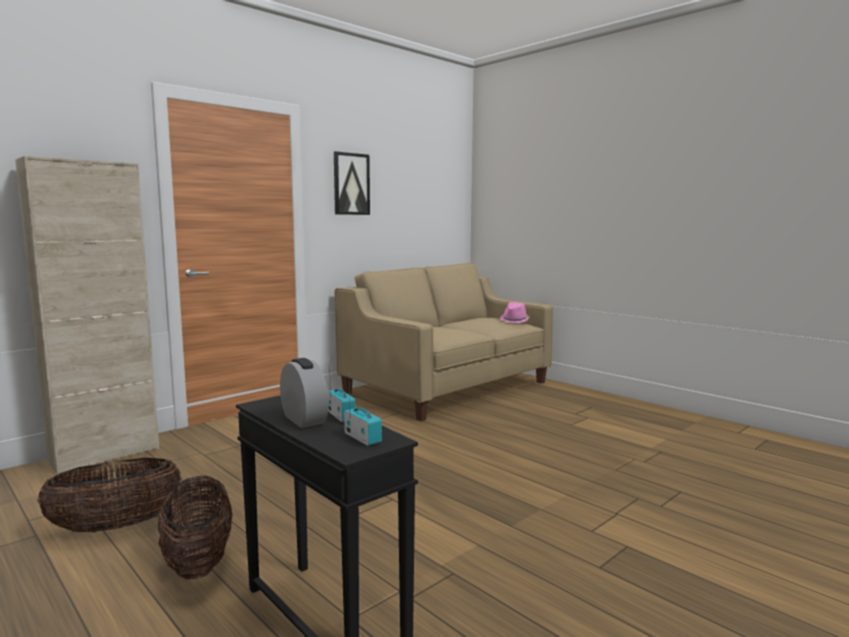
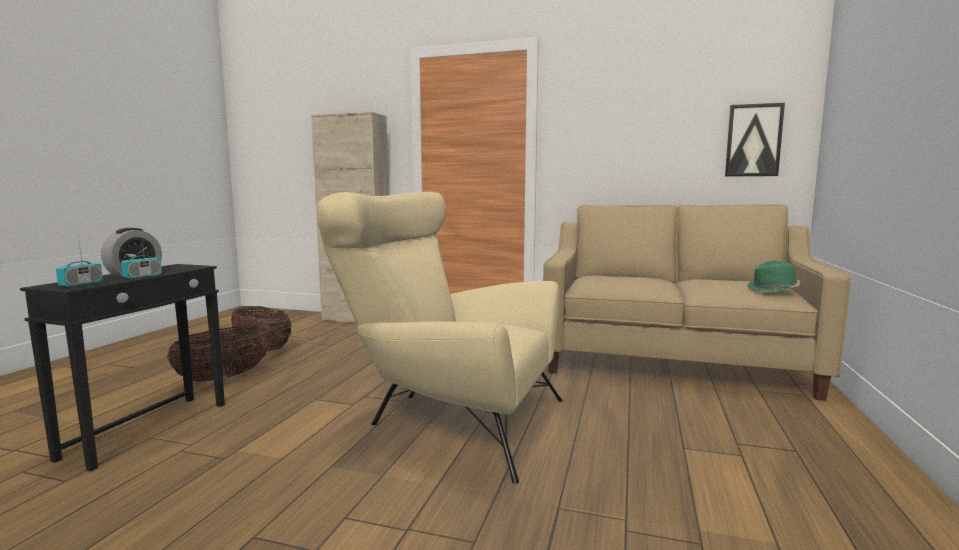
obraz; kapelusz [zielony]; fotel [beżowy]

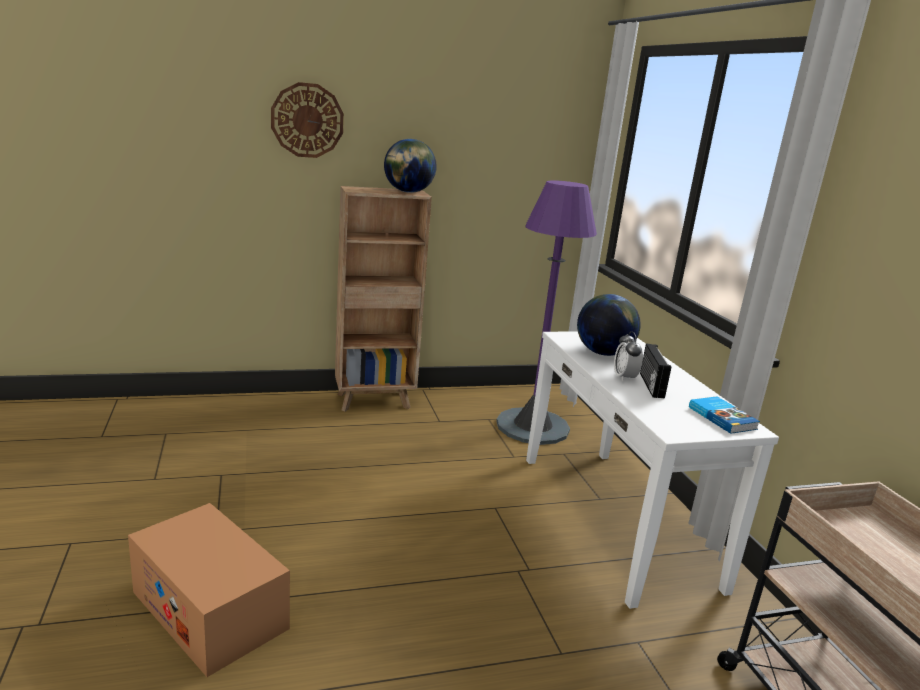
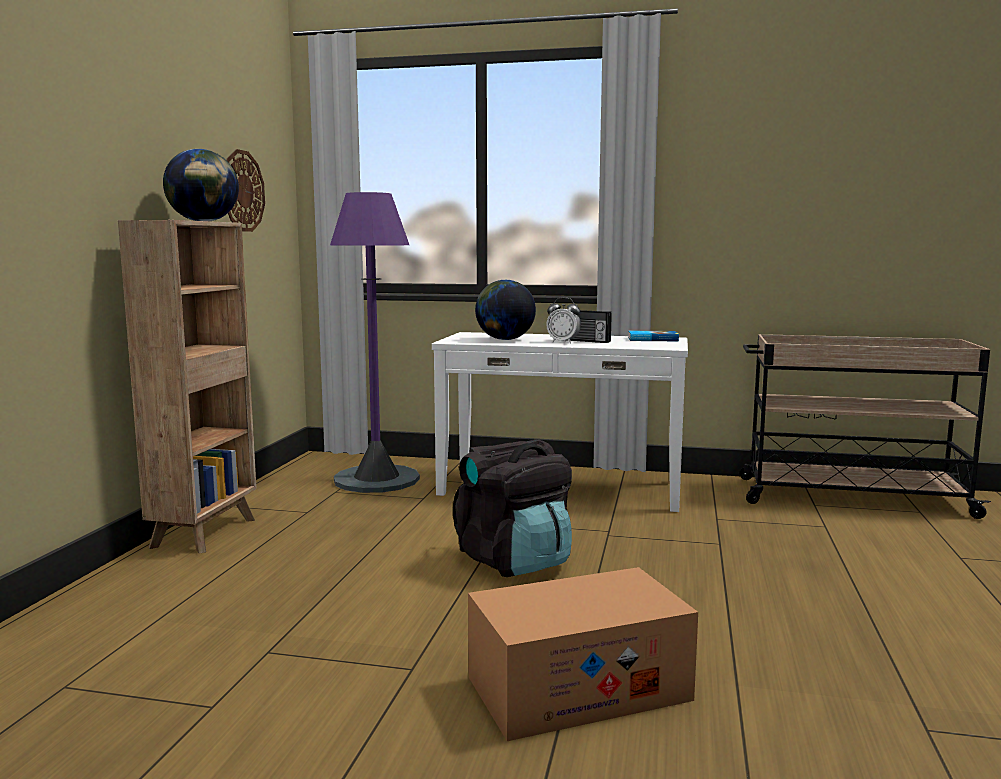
zegar ścienny; plecak [czarny]

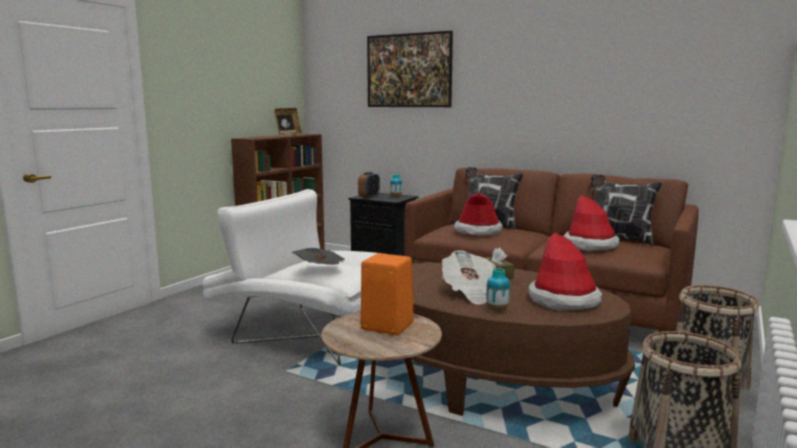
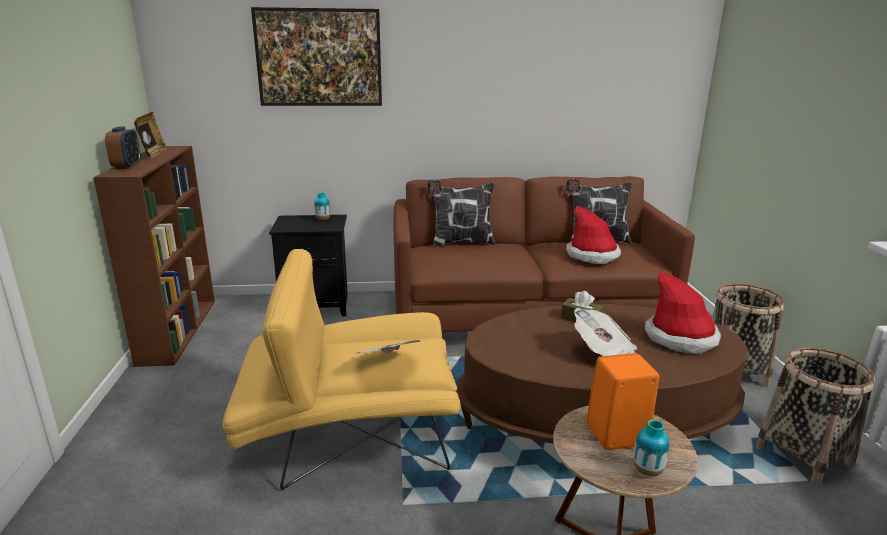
budzik; fotel [żółty]; kapelusz (no. 1 from left in the first image); wazon (no. 2 from left)

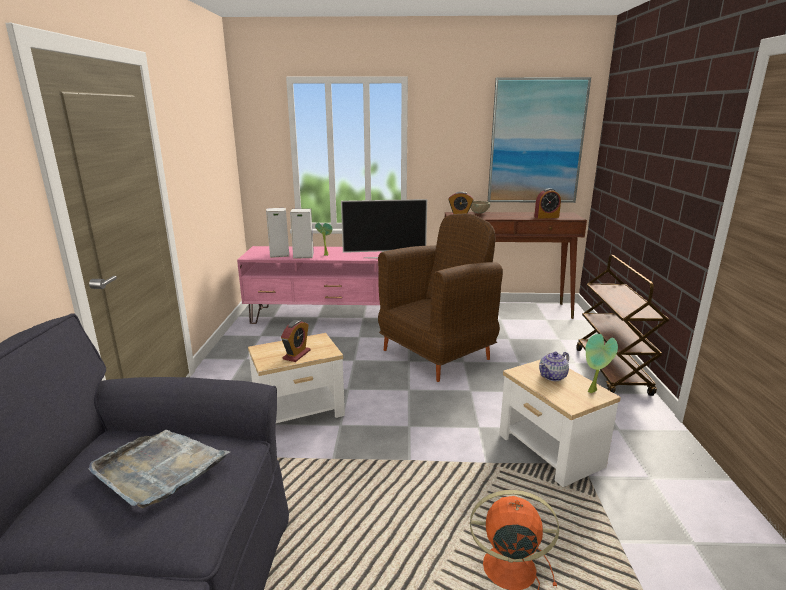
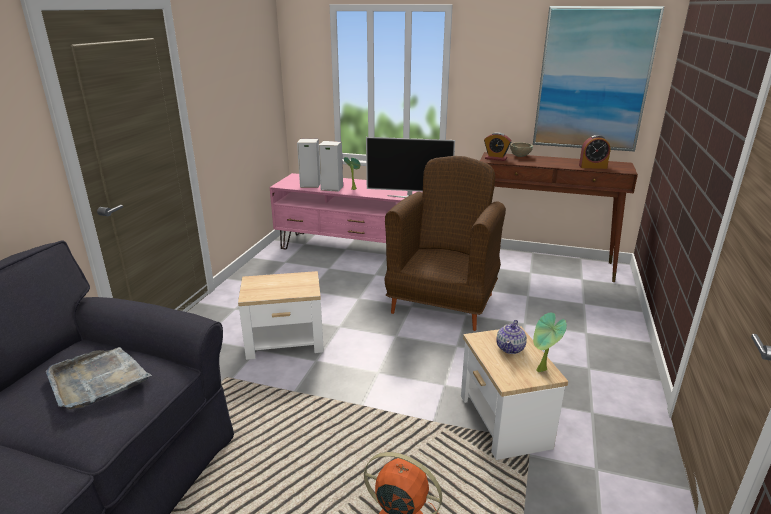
fotel [brązowy]; wózek [brązowy]; budzik (no. 1 from left in the first image); imbryk

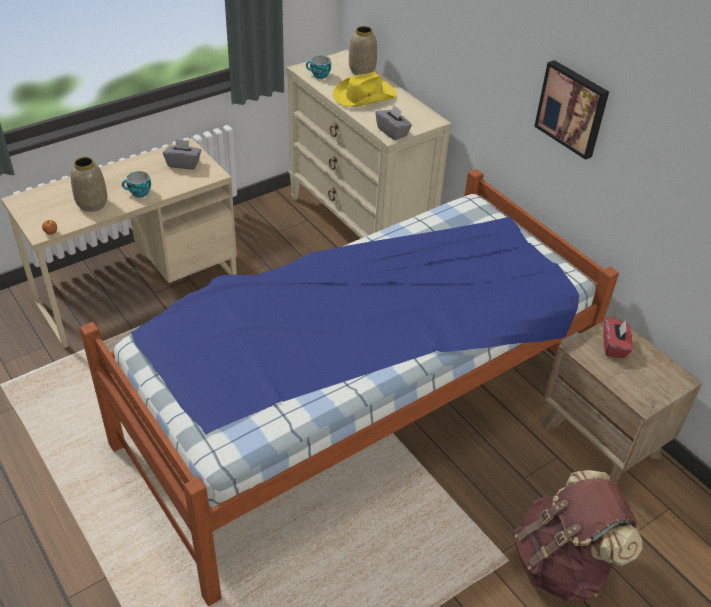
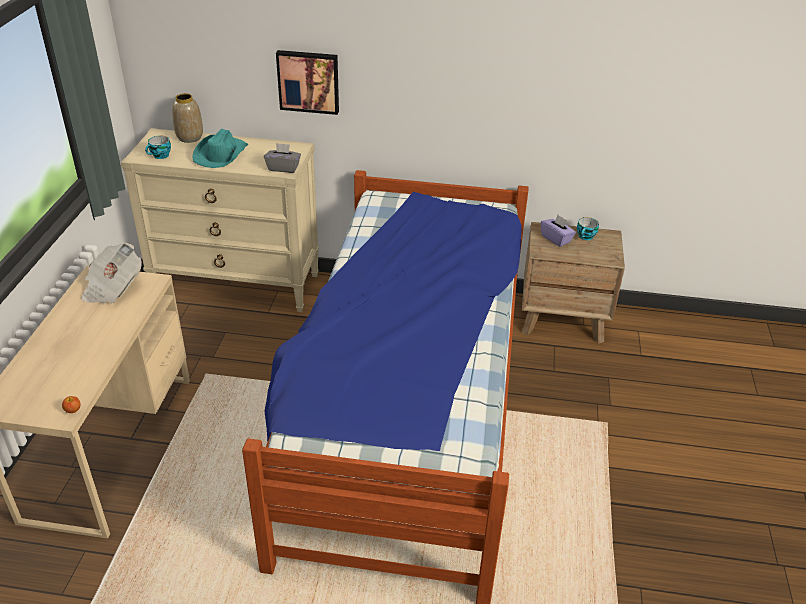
obraz; kapelusz [turkusowy]; gazeta; wazon (no. 1 from left in the first image); filiżanka (no. 2 from left); pudełko chusteczek [fioletowy]; plecak [brązowy]

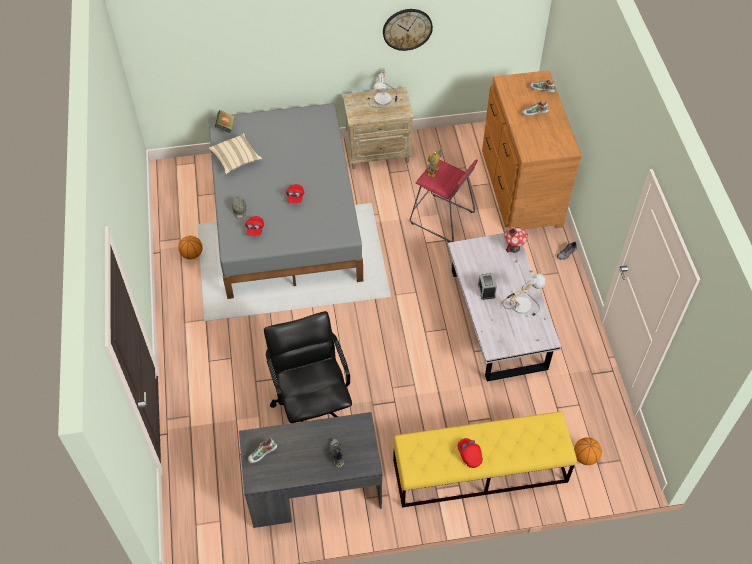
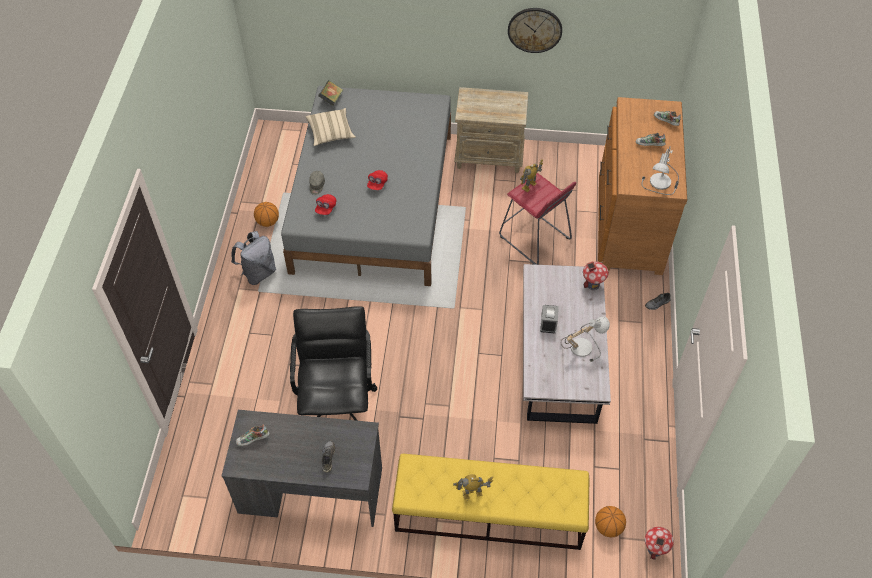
lampa stołowa (no. 2 from left); robot zabawkowy (no. 1 from left); plecak [szary]; domek (no. 2 from left)

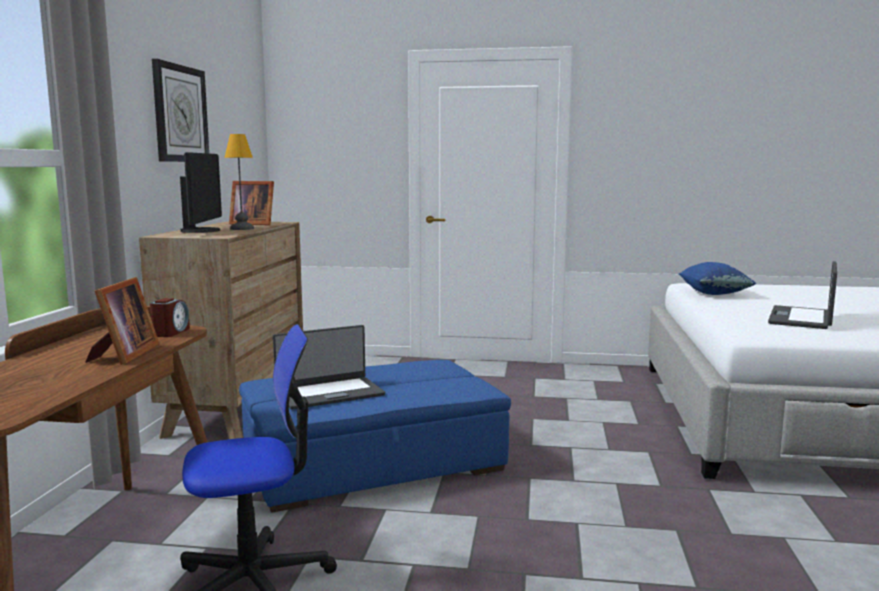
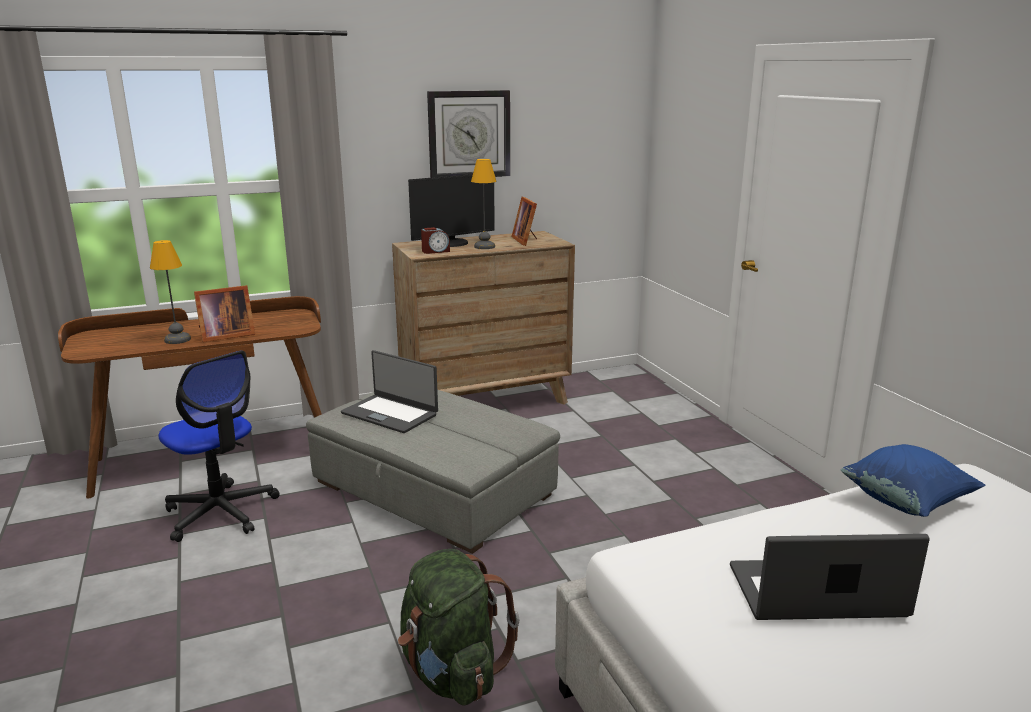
budzik; pufa [szary]; lampa stołowa (no. 1 from left); plecak [zielony]

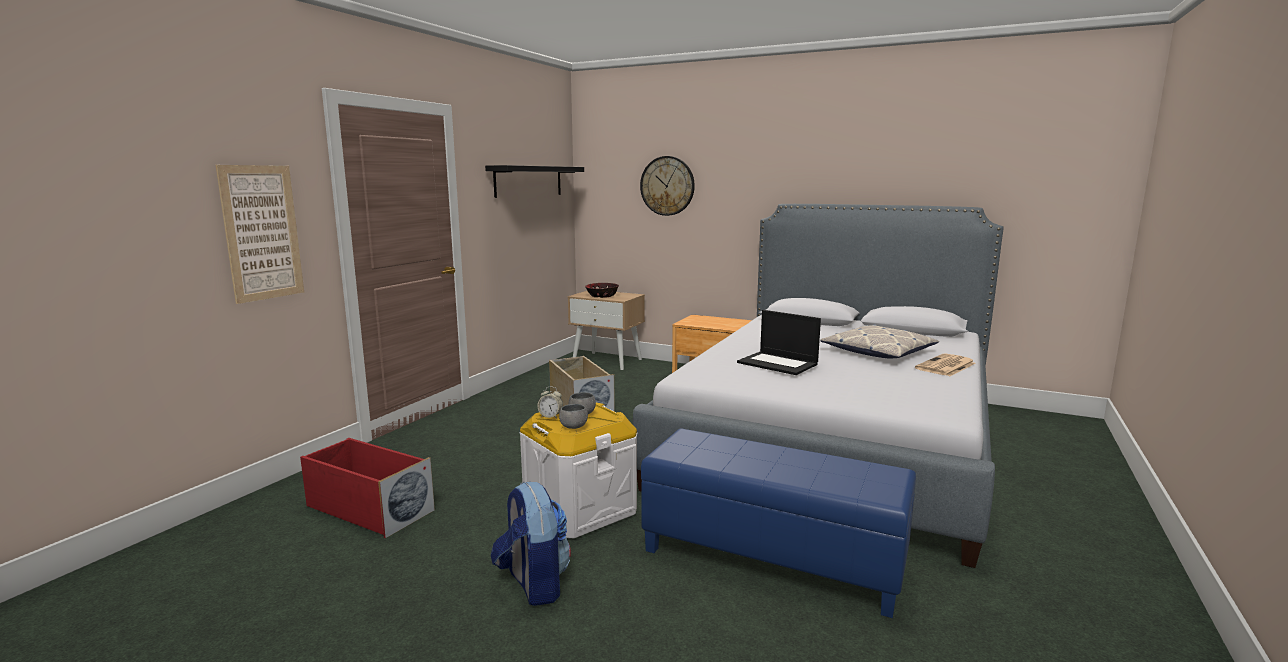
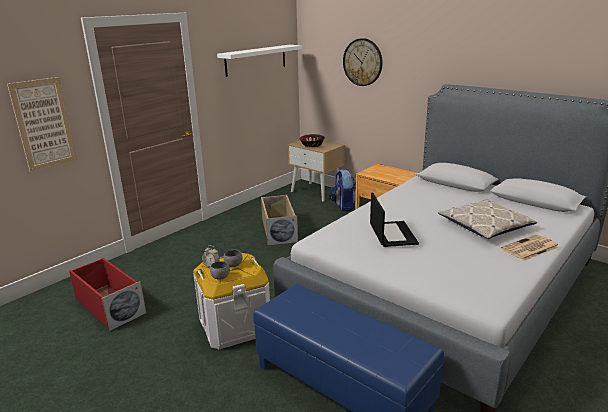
półka [biały]; laptop; plecak

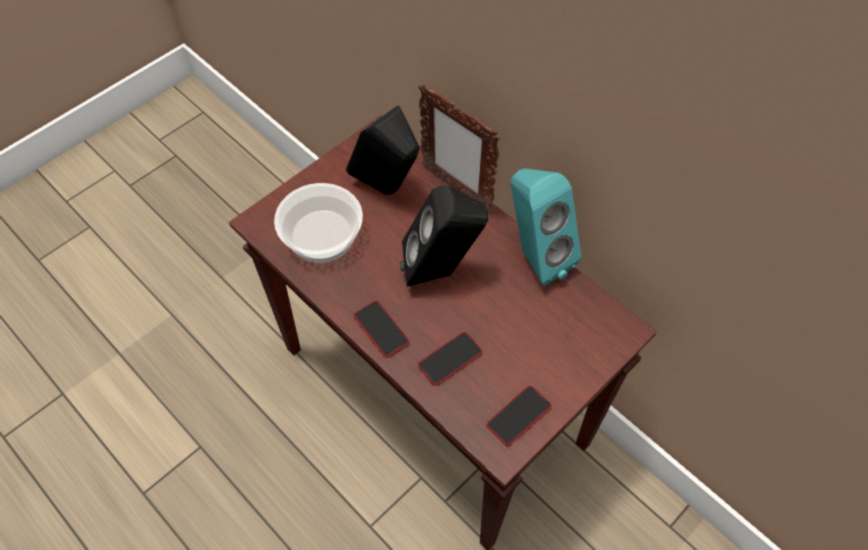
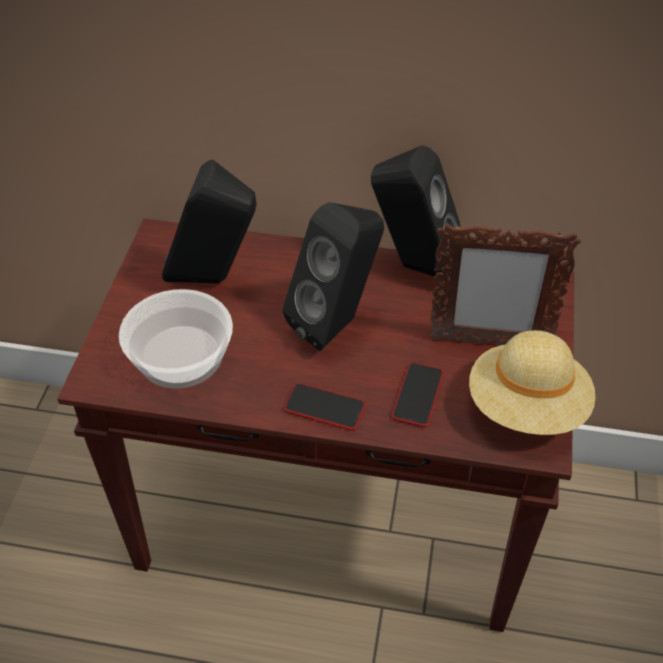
ramka na zdjęcie; głośnik [czarny] (no. 3 from left); kapelusz [beżowy]

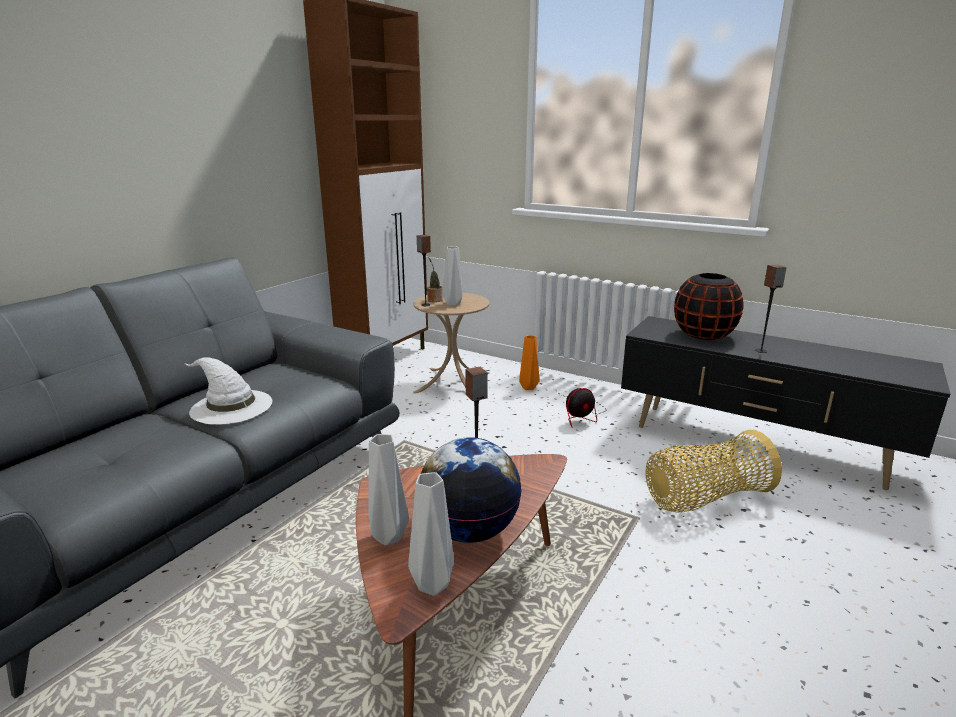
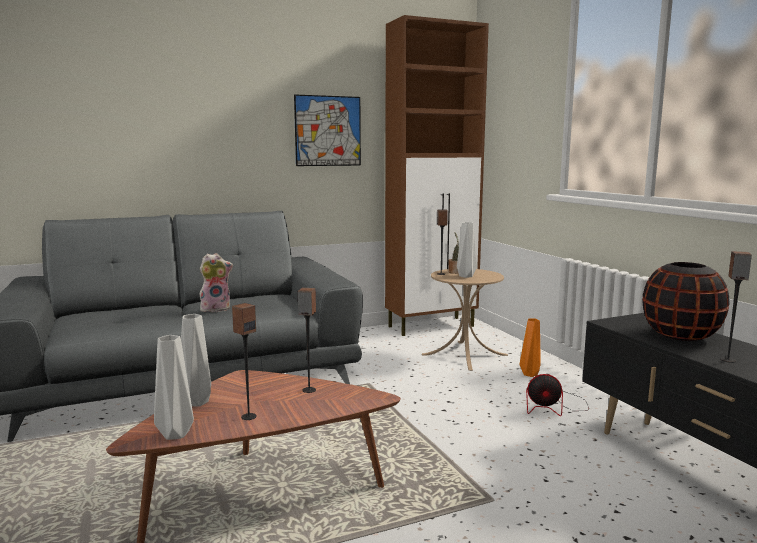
pluszak; koszyk; głośnik (no. 1 from left); obraz

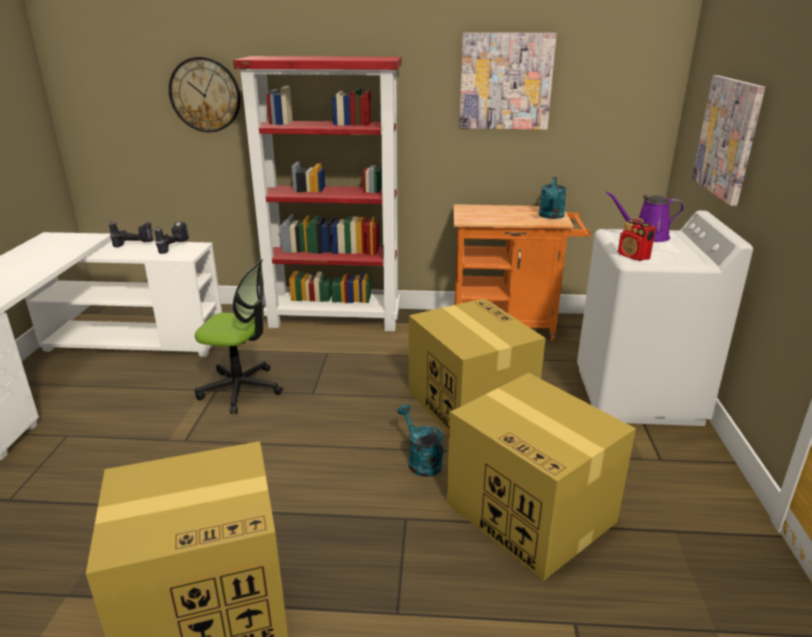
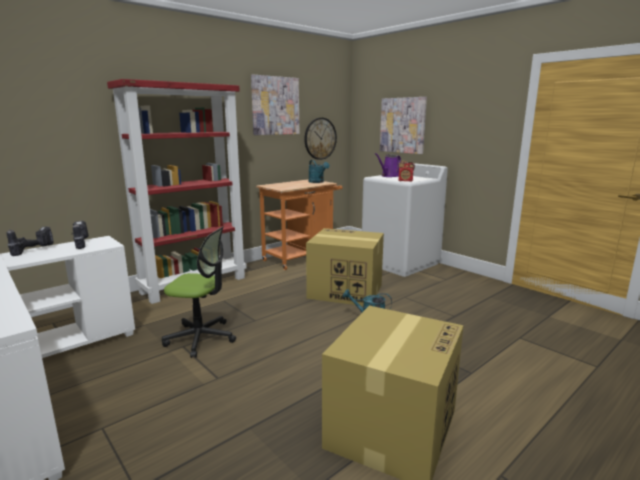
zegar ścienny; krzesło biurowe; karton (no. 3 from left in the first image)

